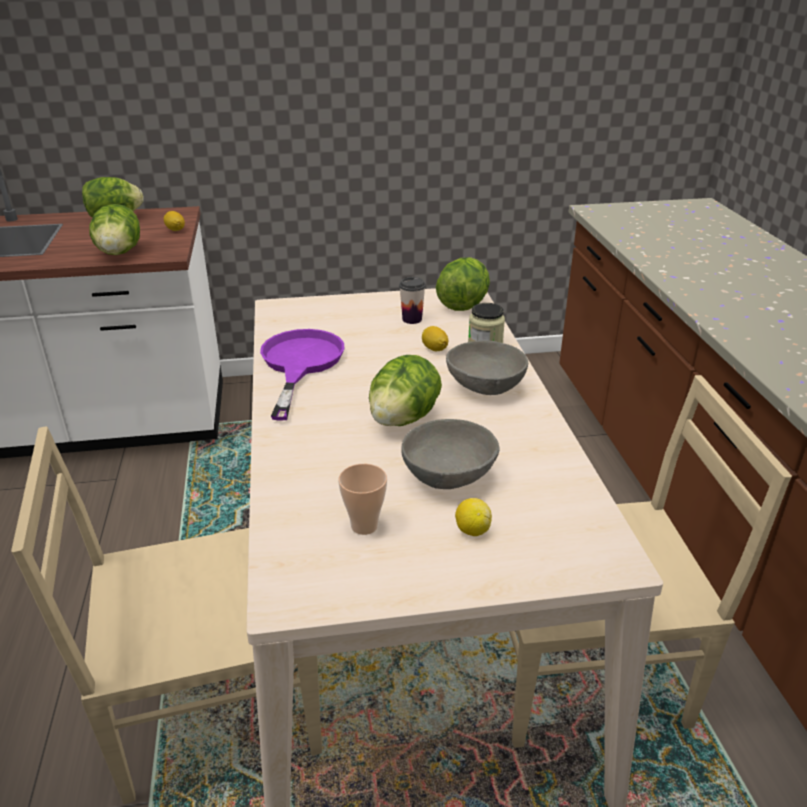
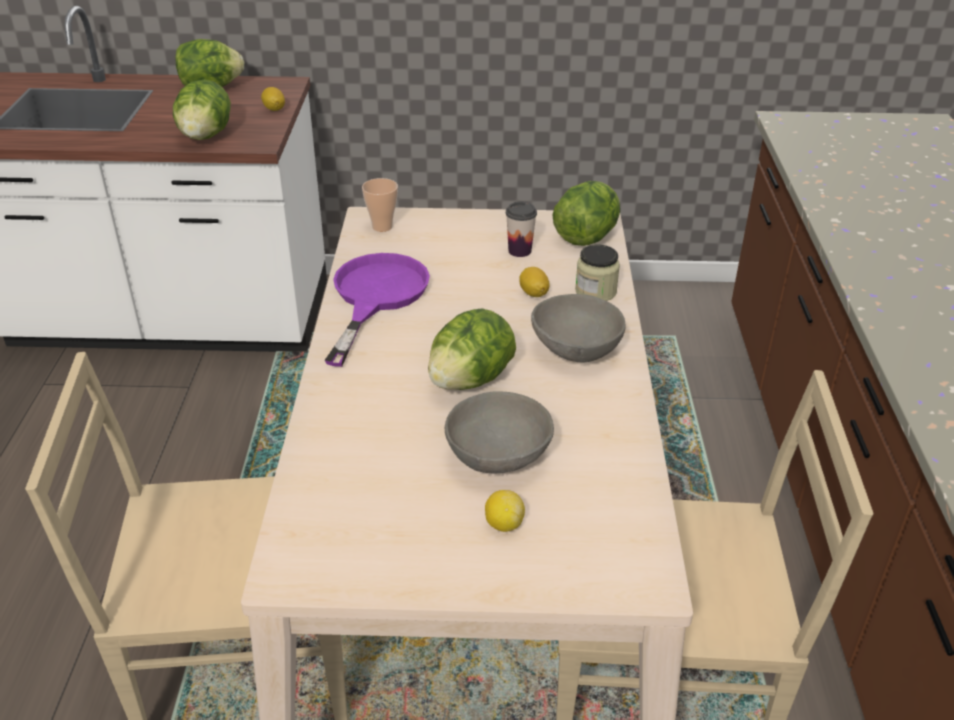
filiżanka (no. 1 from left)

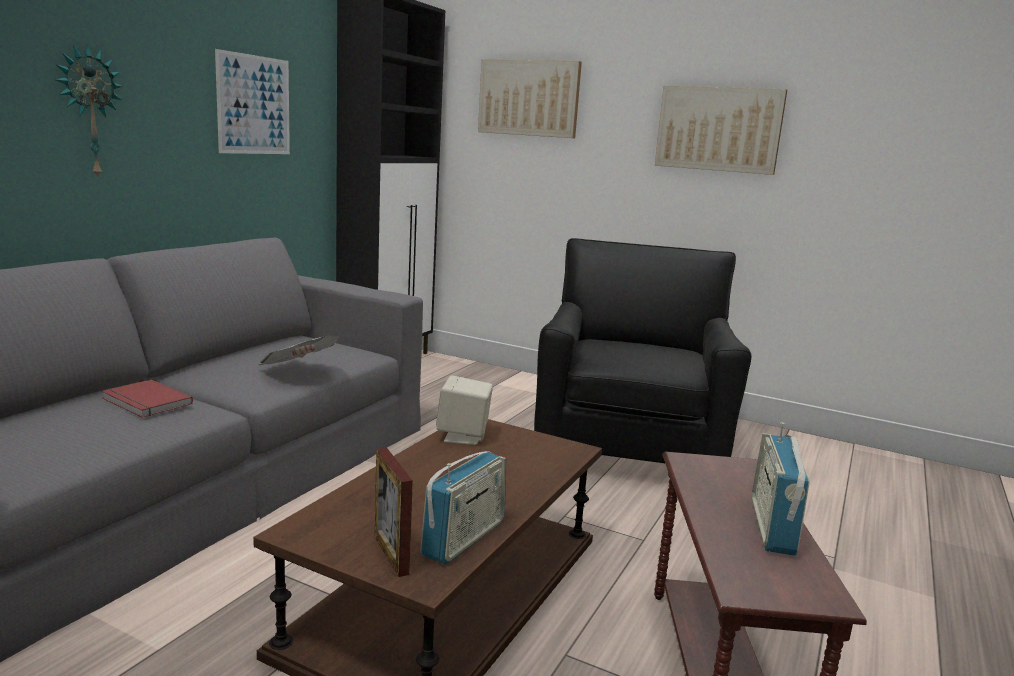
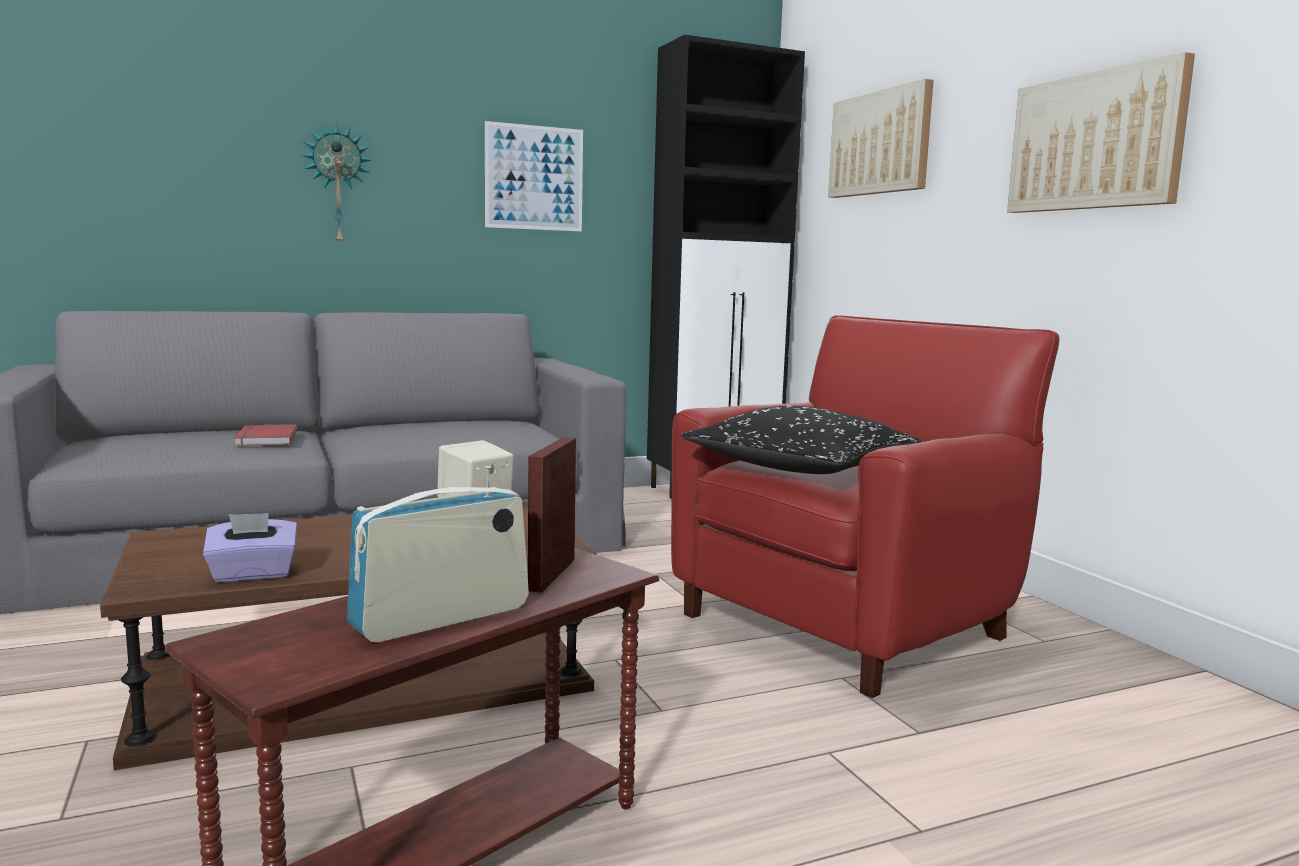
fotel [czerwony]; gazeta; ramka na zdjęcie; pudełko chusteczek [fioletowy]; poduszka [czarny]

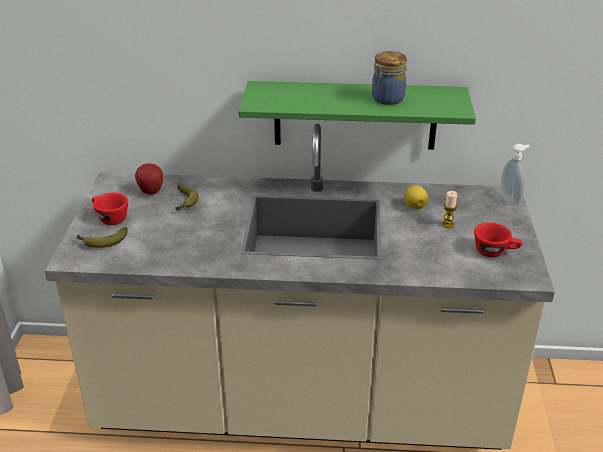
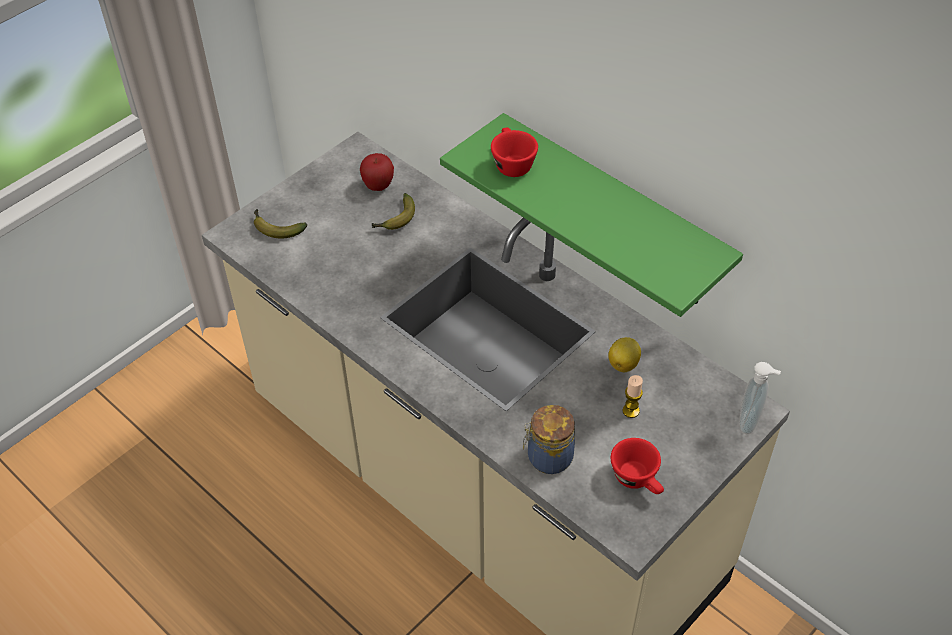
słoik; filiżanka [czerwony] (no. 1 from left)

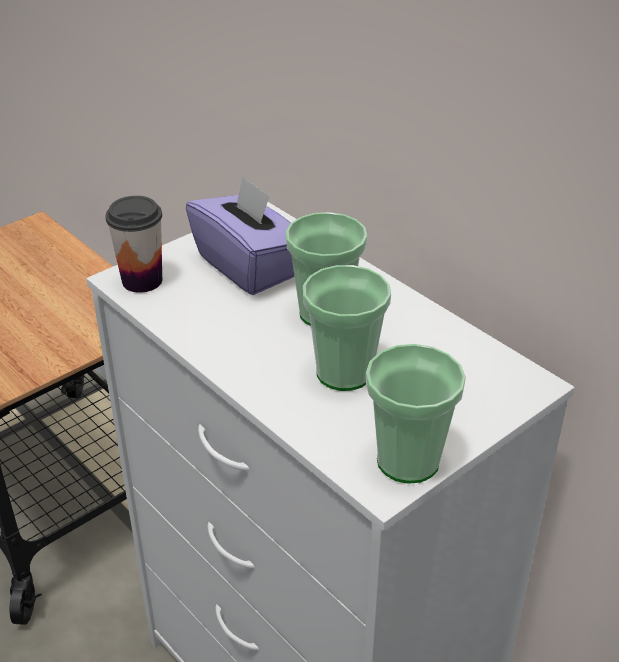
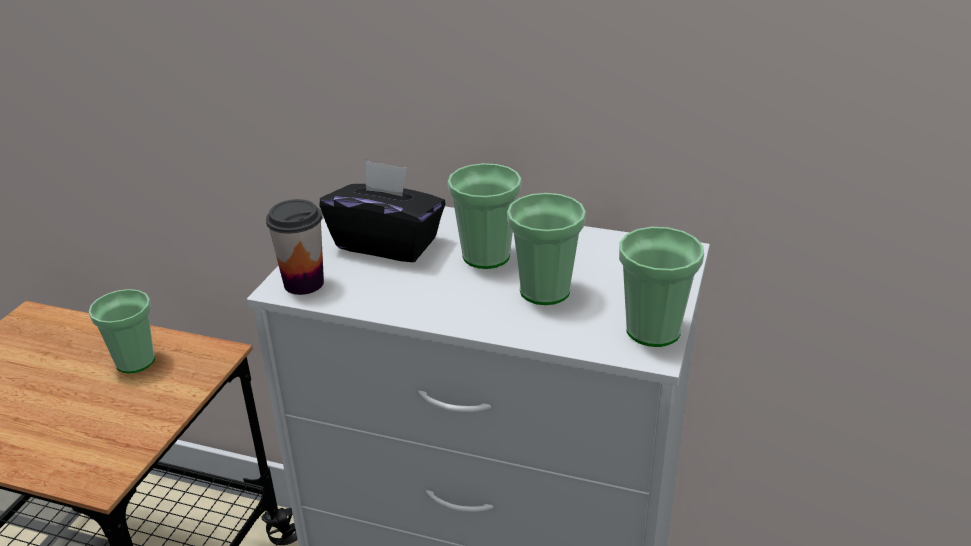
pudełko chusteczek [czarny]; filiżanka (no. 1 from left)

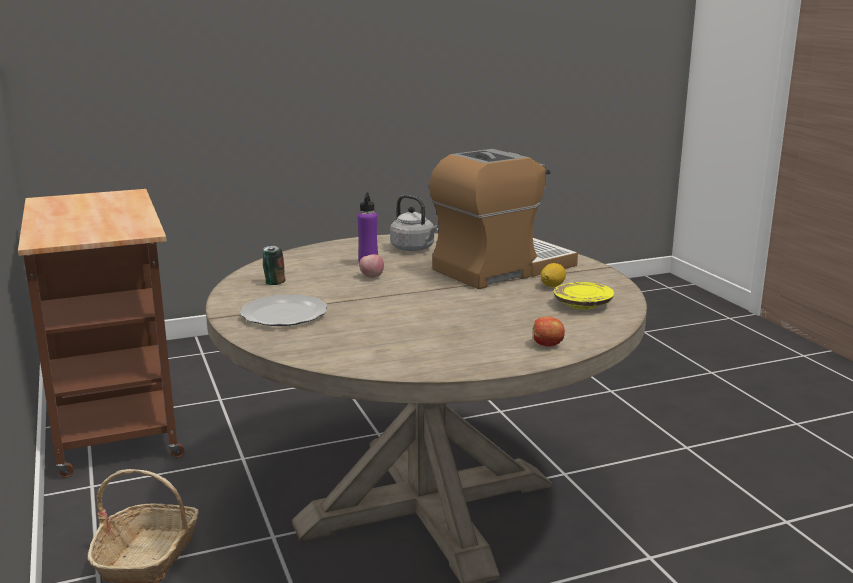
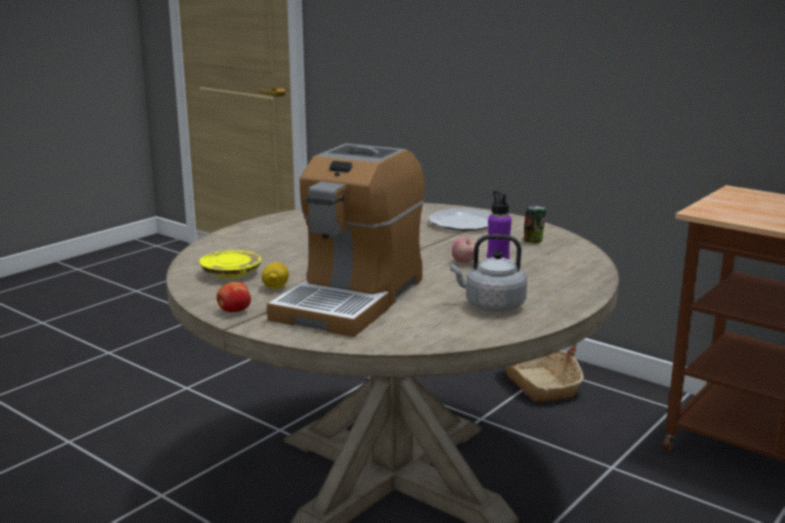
jabłko (no. 1 from left)

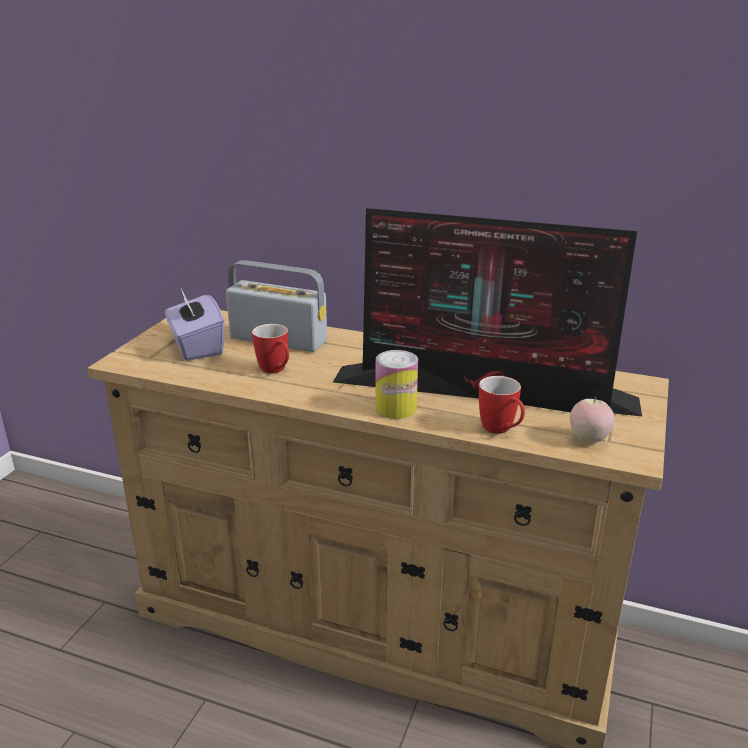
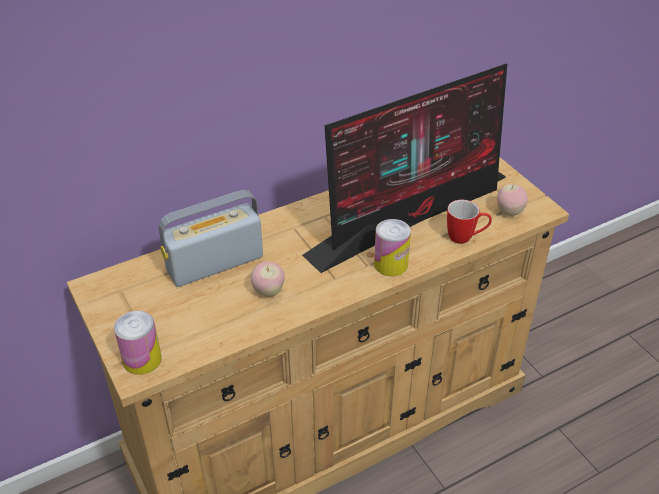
pudełko chusteczek [fioletowy]; jabłko (no. 1 from left); puszka (no. 1 from left)

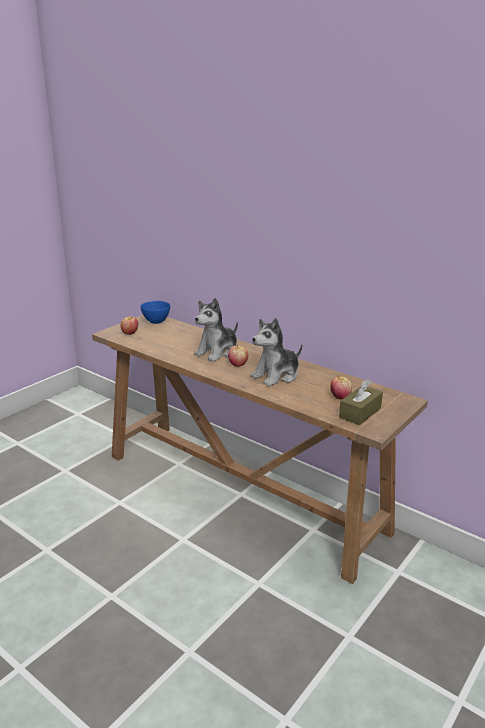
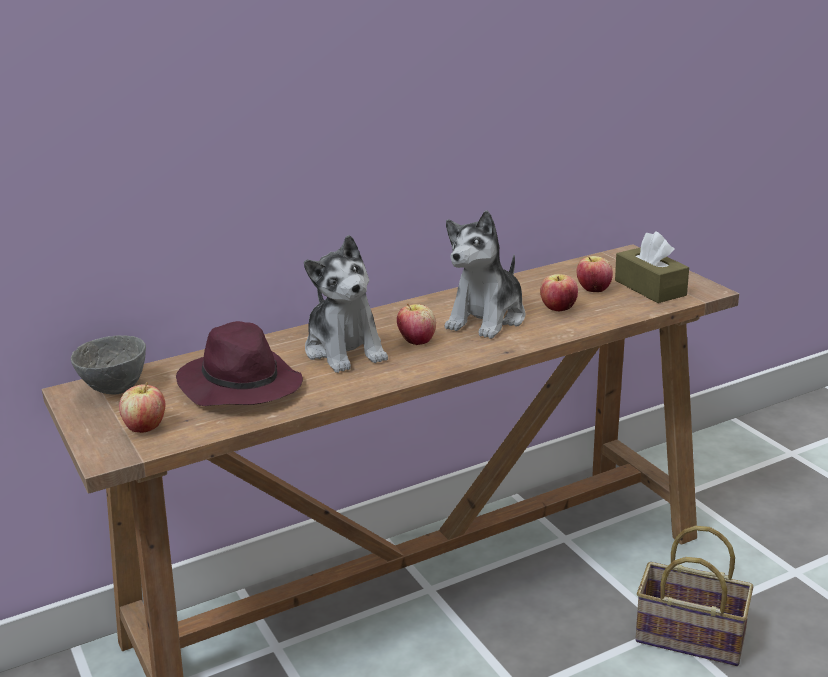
miska [szary]; pluszak (no. 2 from left); jabłko (no. 3 from left); kapelusz [fioletowy]; koszyk

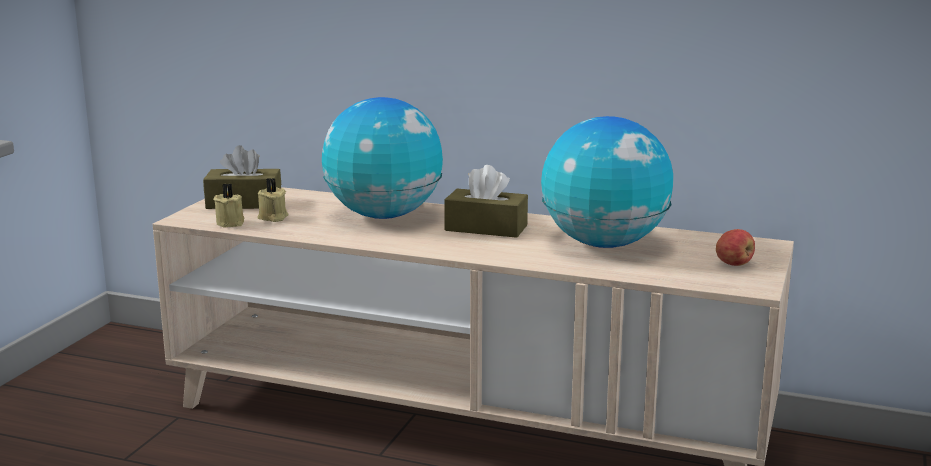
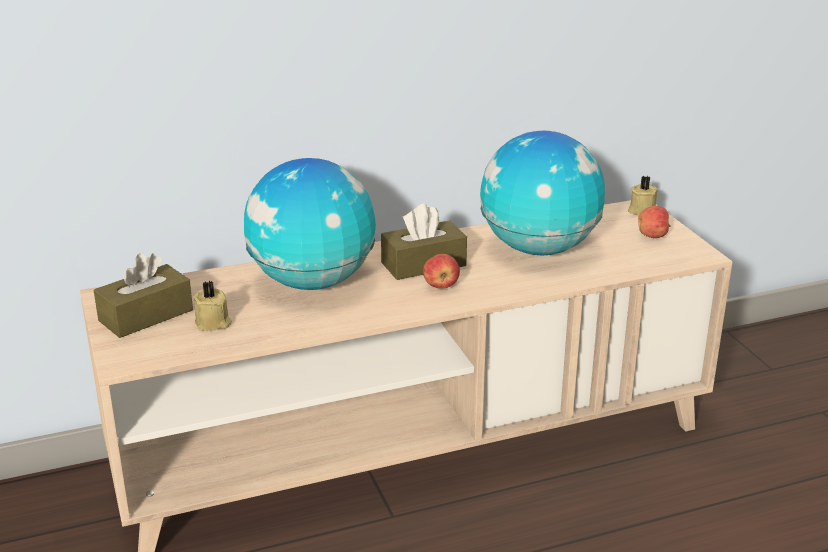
świeca [beżowy] (no. 2 from left); jabłko (no. 1 from left)

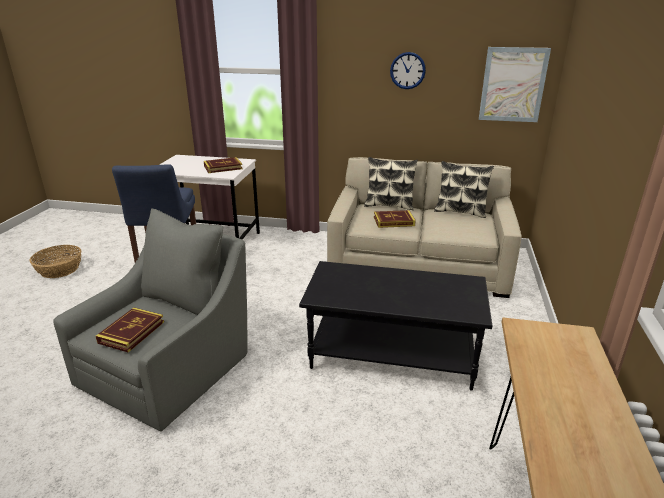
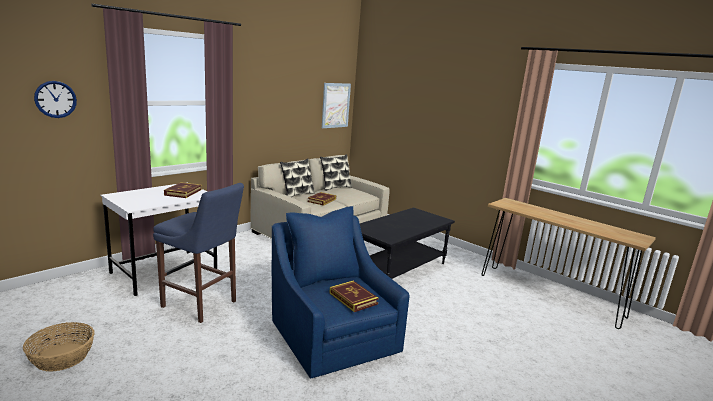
zegar ścienny; fotel [niebieski]

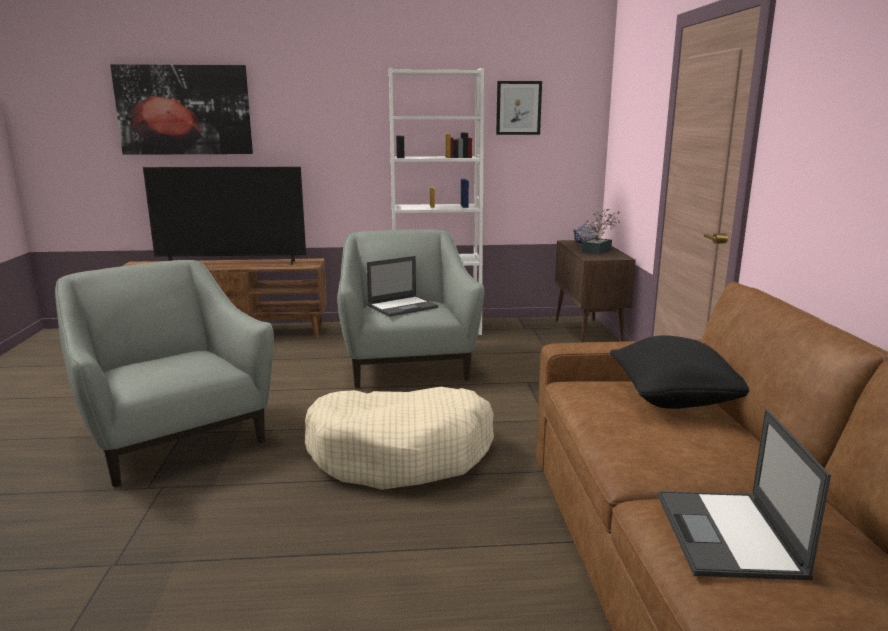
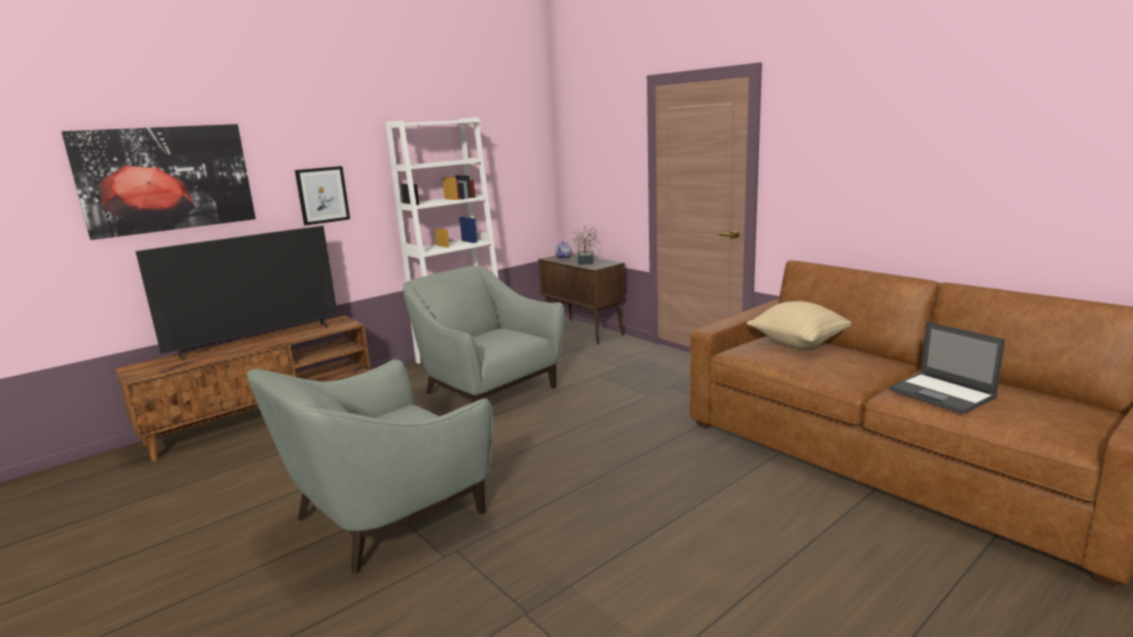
obraz (no. 2 from left); laptop (no. 1 from left in the first image); fotel [szary] (no. 1 from left); poduszka [beżowy]; legowisko [beżowy]

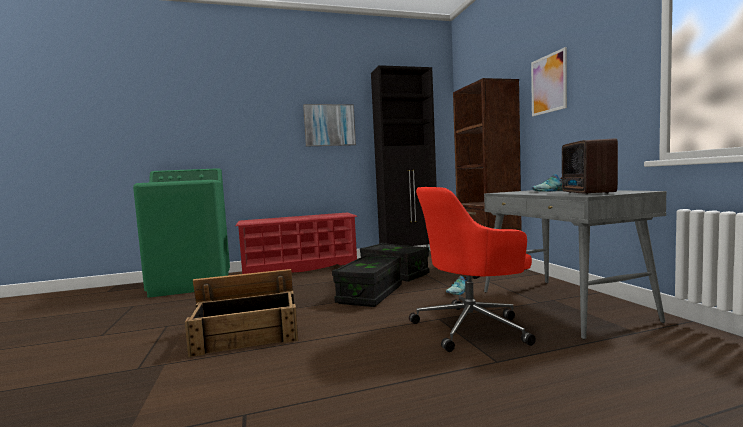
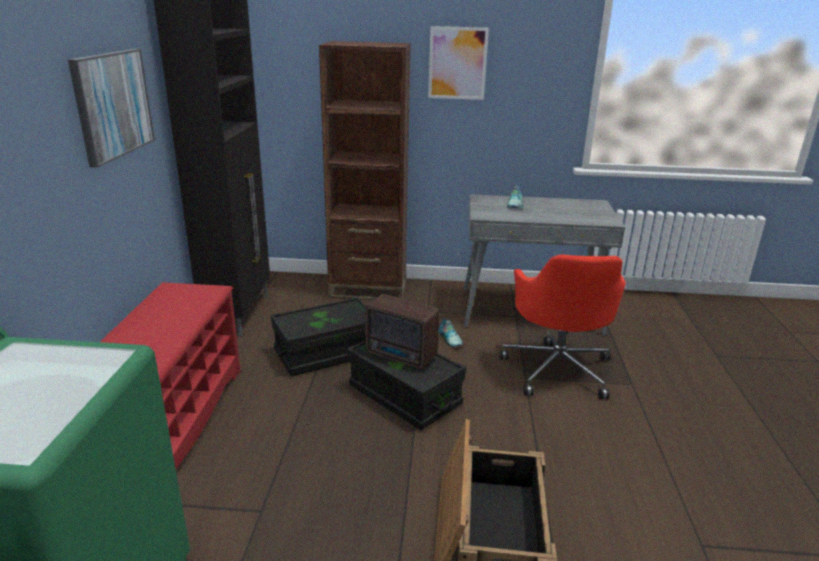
radio

